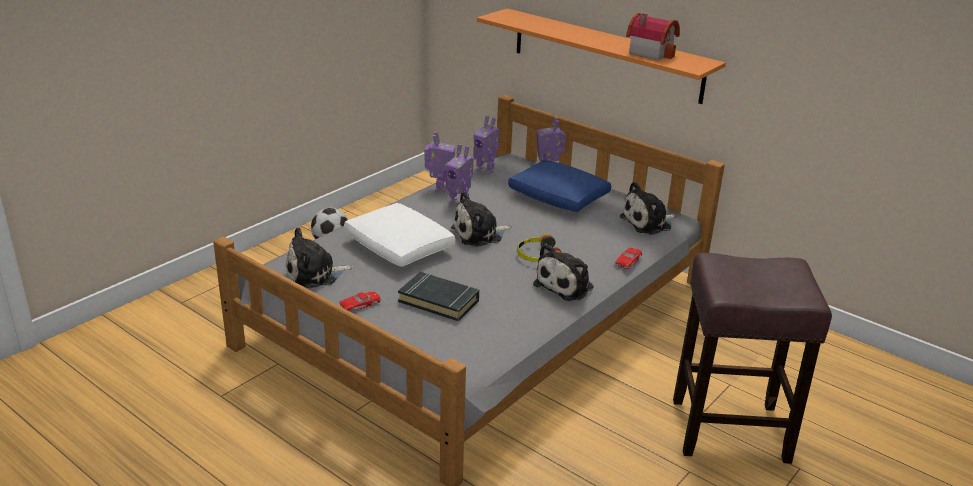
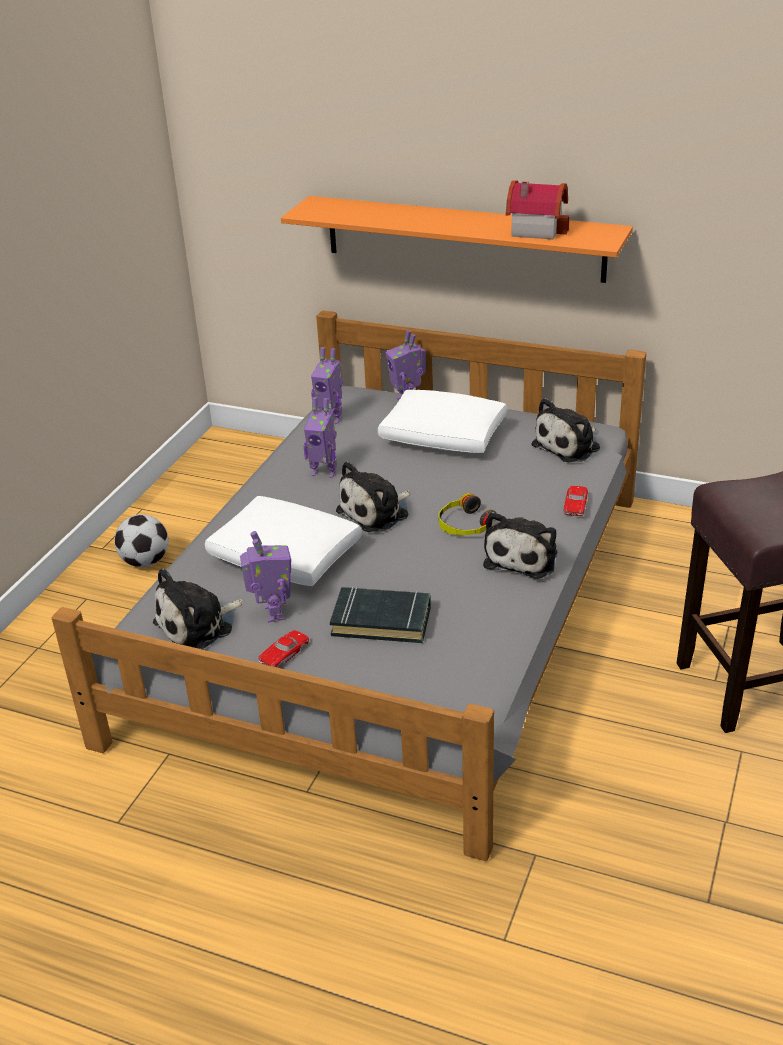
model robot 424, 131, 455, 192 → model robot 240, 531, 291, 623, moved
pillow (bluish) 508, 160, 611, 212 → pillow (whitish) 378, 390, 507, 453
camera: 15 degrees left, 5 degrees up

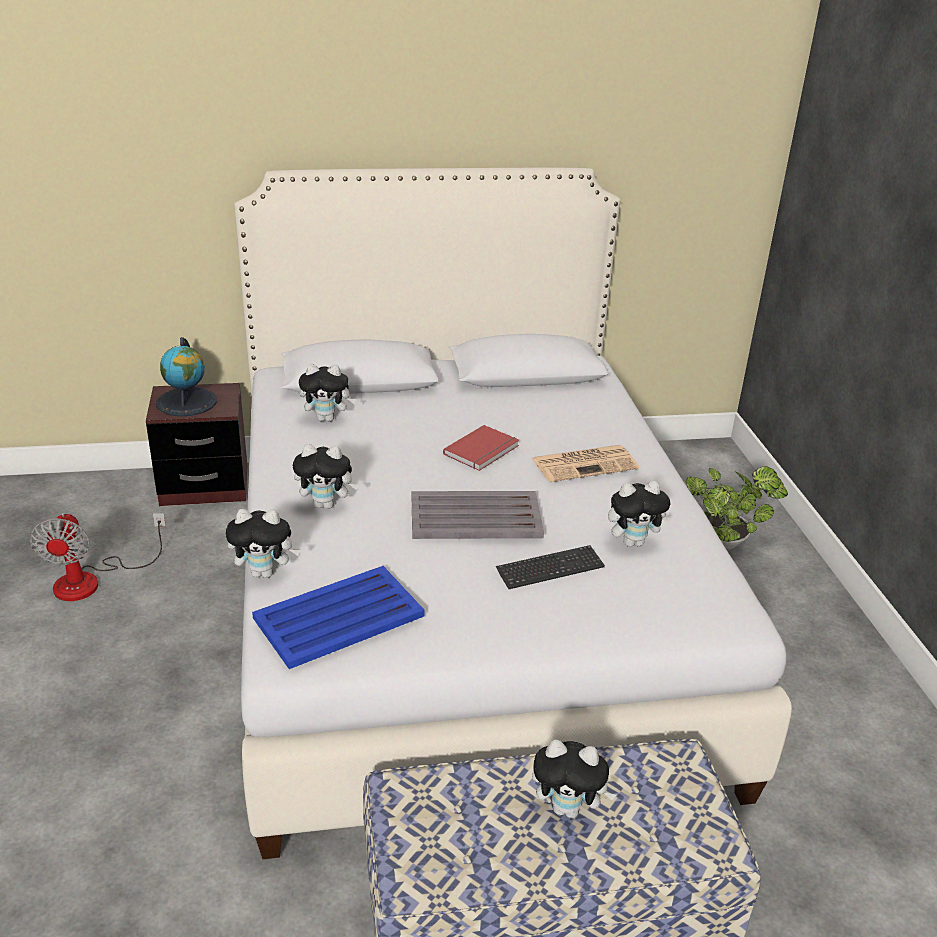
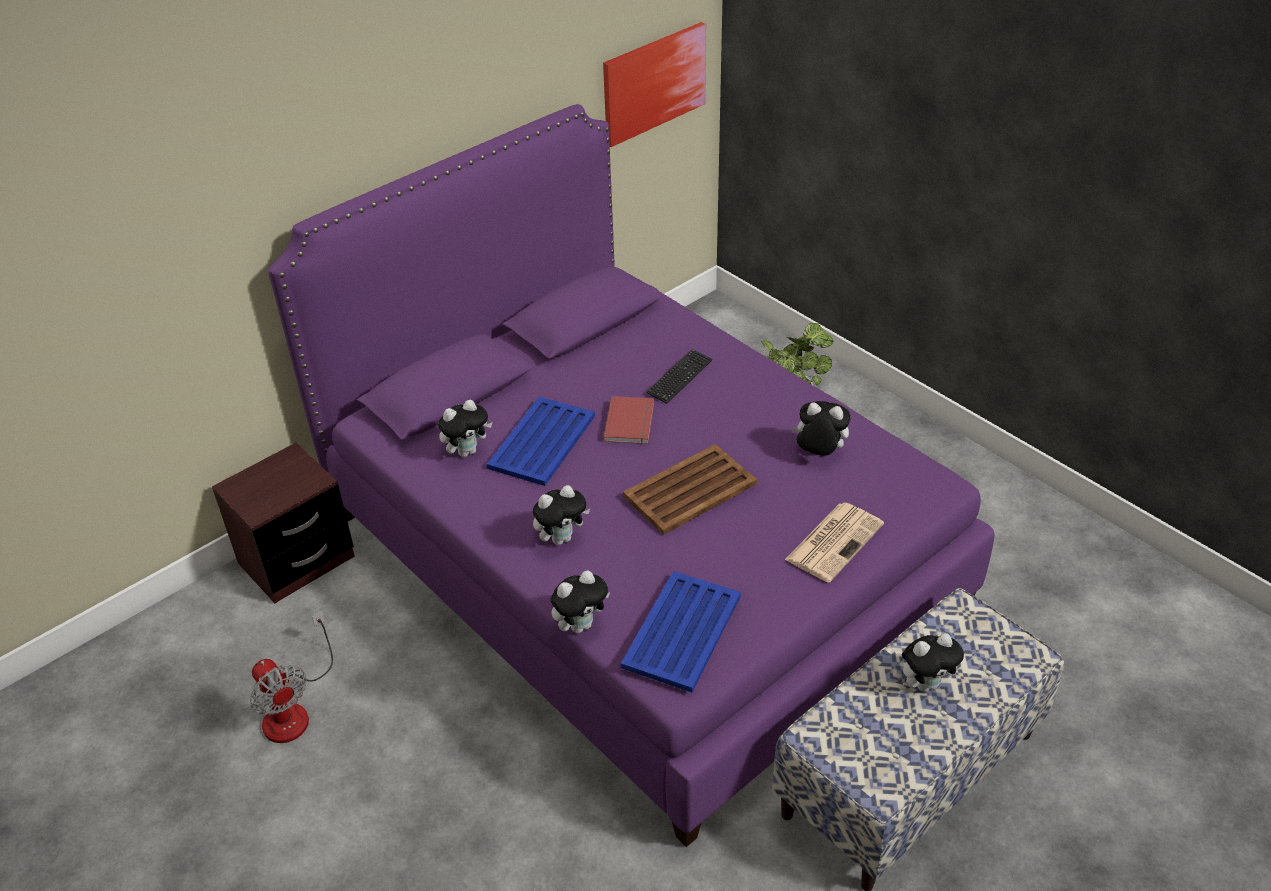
world globe 156, 337, 217, 417 → -
sleeping bed (whitish) 234, 168, 792, 859 → sleeping bed (purplish) 268, 104, 994, 847
carrying tray (grey) 412, 491, 544, 539 → carrying tray (brown-coloured) 623, 444, 757, 535
keyboard 496, 545, 605, 589 → keyboard 646, 349, 712, 404, moved
printed paper 532, 445, 639, 482 → printed paper 785, 502, 884, 583, moved
soft toy 608, 481, 672, 547 → soft toy 791, 401, 851, 456, 120 degrees counterclockwise
- → carrying tray (bluish) 487, 397, 595, 486
- → picture 603, 22, 706, 147
camera: 30 degrees left, 10 degrees up

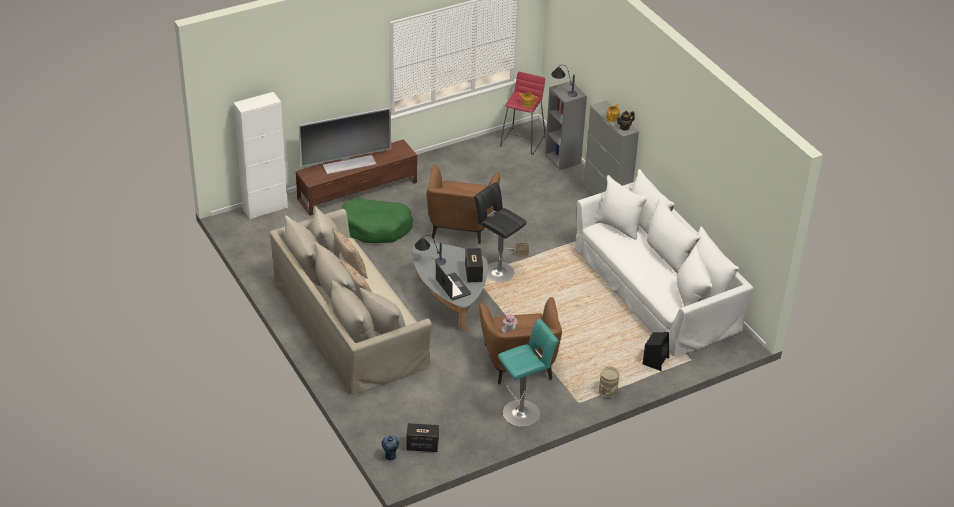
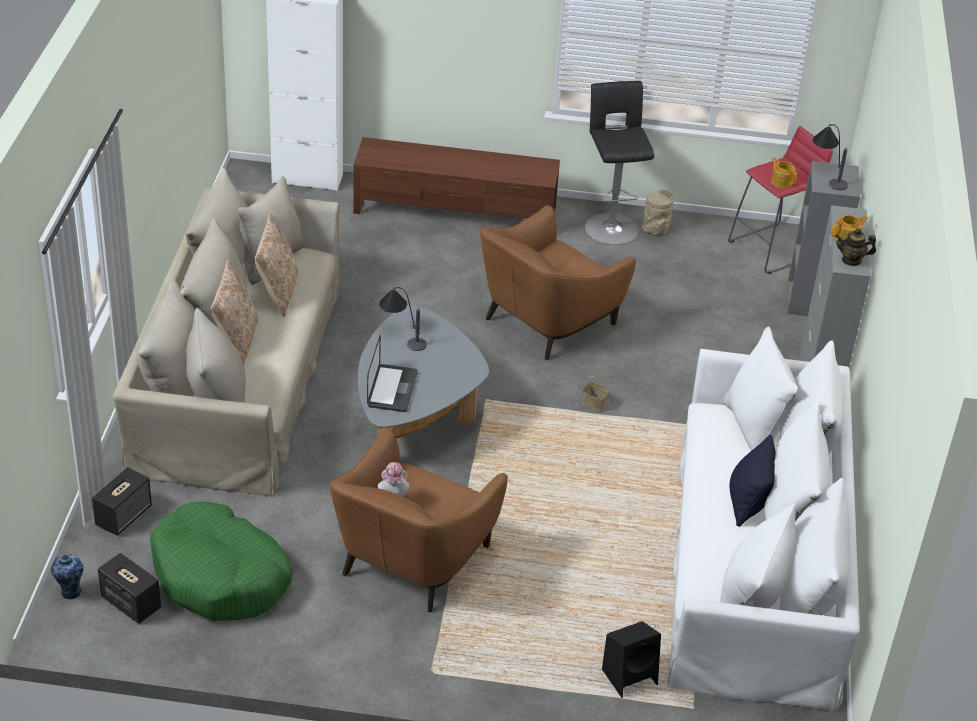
television 298, 108, 391, 174 → -
dog cushion (greenish) 342, 198, 413, 243 → dog cushion (greenish) 150, 502, 293, 621, moved
loudspeaker 465, 248, 483, 282 → loudspeaker 92, 467, 152, 536, moved
stool seat (black) 474, 182, 527, 282 → stool seat (black) 585, 81, 654, 245, moved
stool seat (blue-green) 498, 319, 559, 427 → -
flower vase (beige-coloured) 599, 366, 620, 398 → flower vase (beige-coloured) 642, 190, 674, 235, moved
- → pillow (black) 730, 435, 776, 527
camera: 35 degrees right, 0 degrees up

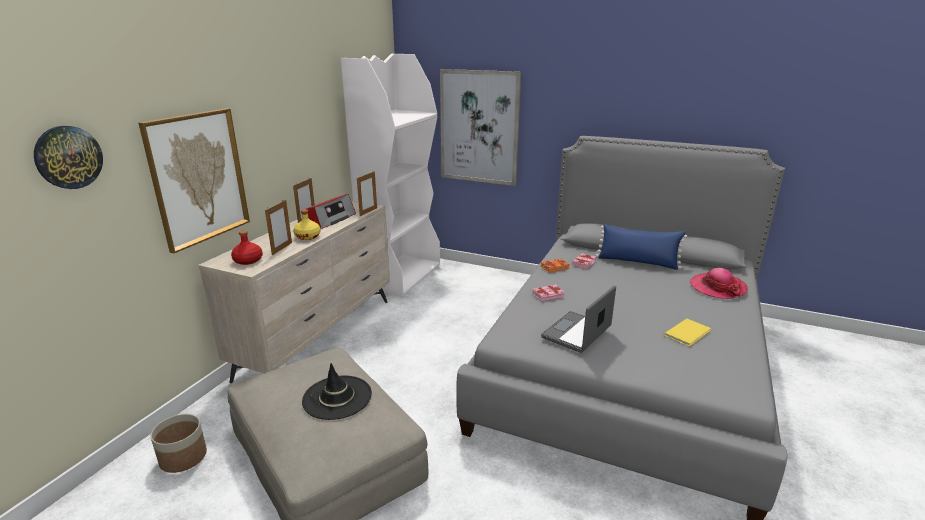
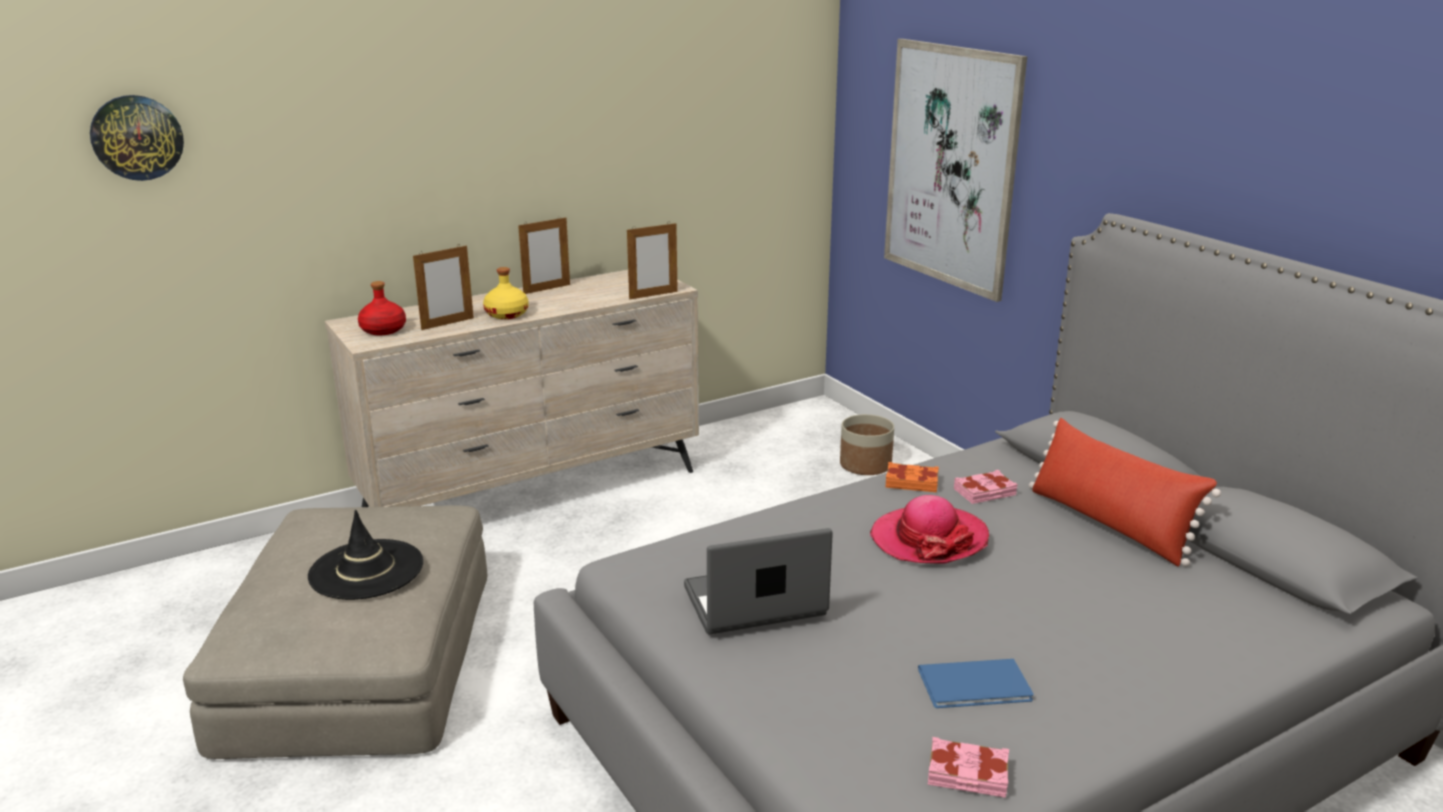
picture 138, 108, 250, 253 → -
plant pot 151, 414, 207, 473 → plant pot 840, 414, 894, 475, moved
radio set 306, 194, 356, 229 → -
shelving unit (whitish) 341, 54, 440, 297 → -
book (pink-coloured) 532, 284, 565, 301 → book (pink-coloured) 928, 737, 1009, 798, moved
pillow (bluish) 596, 224, 687, 270 → pillow (reddish) 1029, 418, 1221, 567
book (yellow-coloured) 664, 319, 711, 346 → book (bluish) 918, 659, 1034, 708
wearable hat 690, 268, 748, 299 → wearable hat 870, 495, 989, 564, moved
camera: 35 degrees right, 0 degrees up

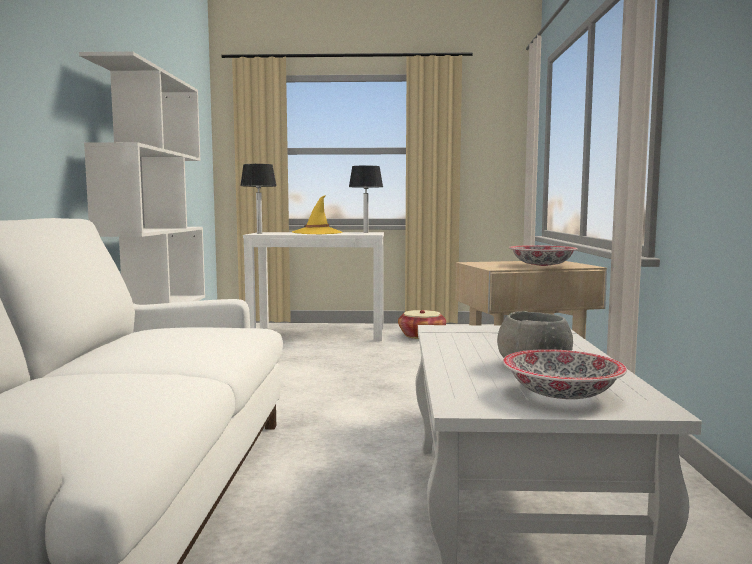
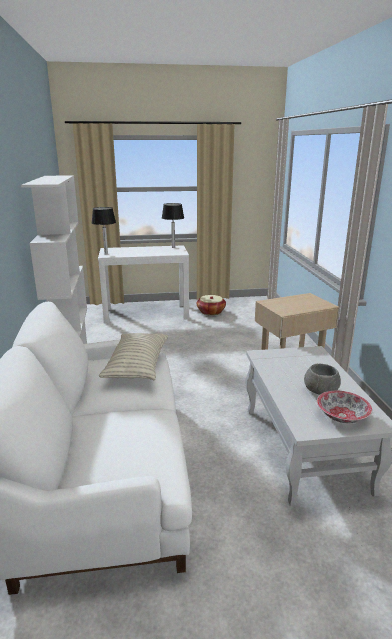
wearable hat (yellow-coloured) 292, 195, 342, 234 → -
bowl 509, 245, 578, 266 → -
- → pillow 99, 333, 168, 380
camera: 10 degrees left, 15 degrees up

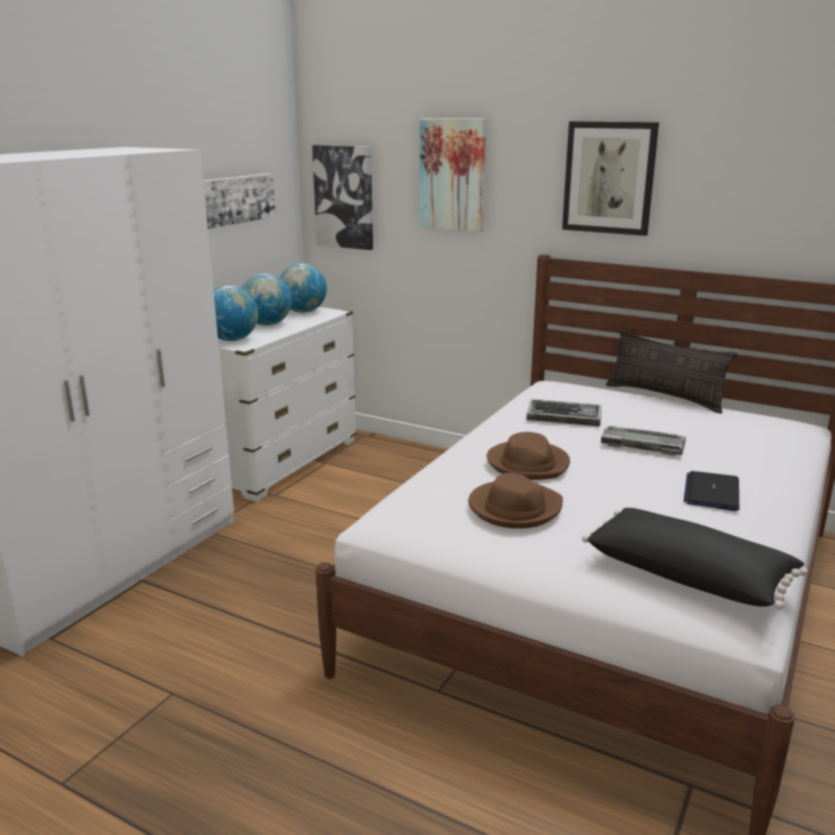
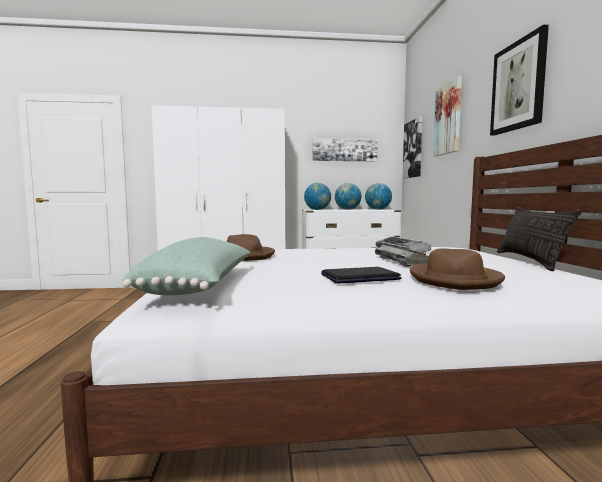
wearable hat (brown-coloured) 486, 432, 570, 480 → wearable hat (brown-coloured) 409, 248, 505, 290, moved
pillow (black) 582, 508, 808, 610 → pillow (greenish) 123, 237, 251, 295
camera: 55 degrees right, 15 degrees down

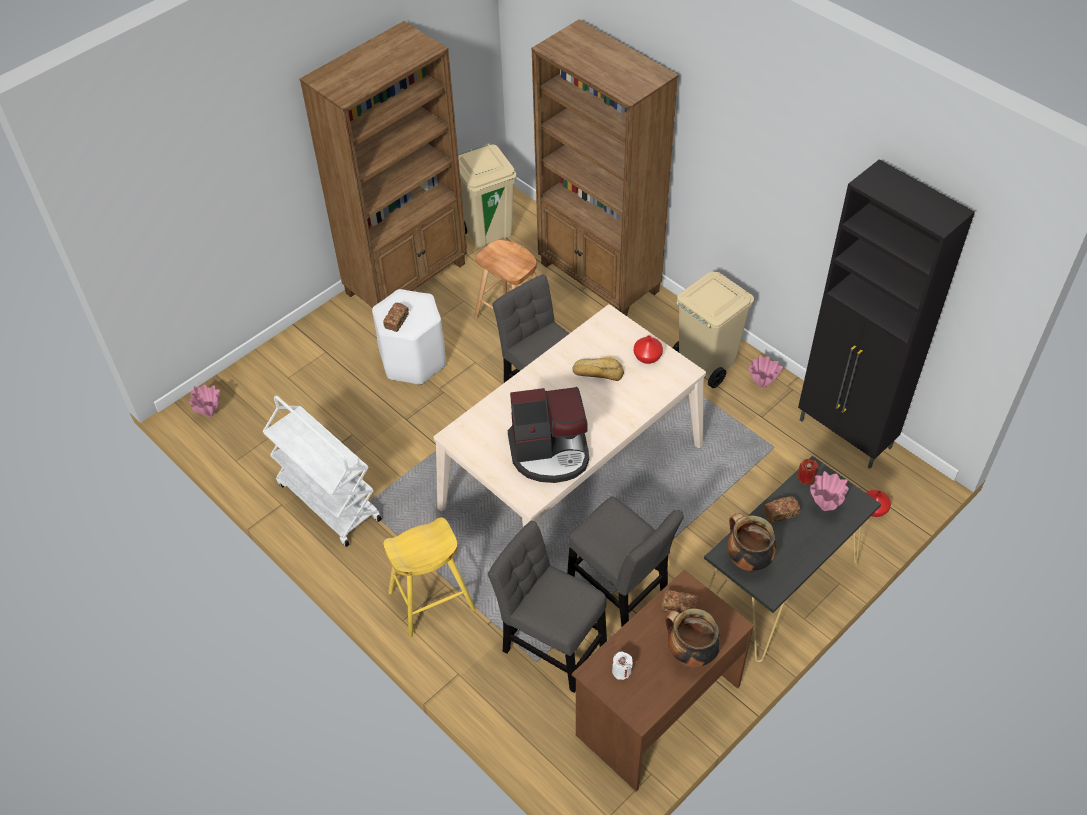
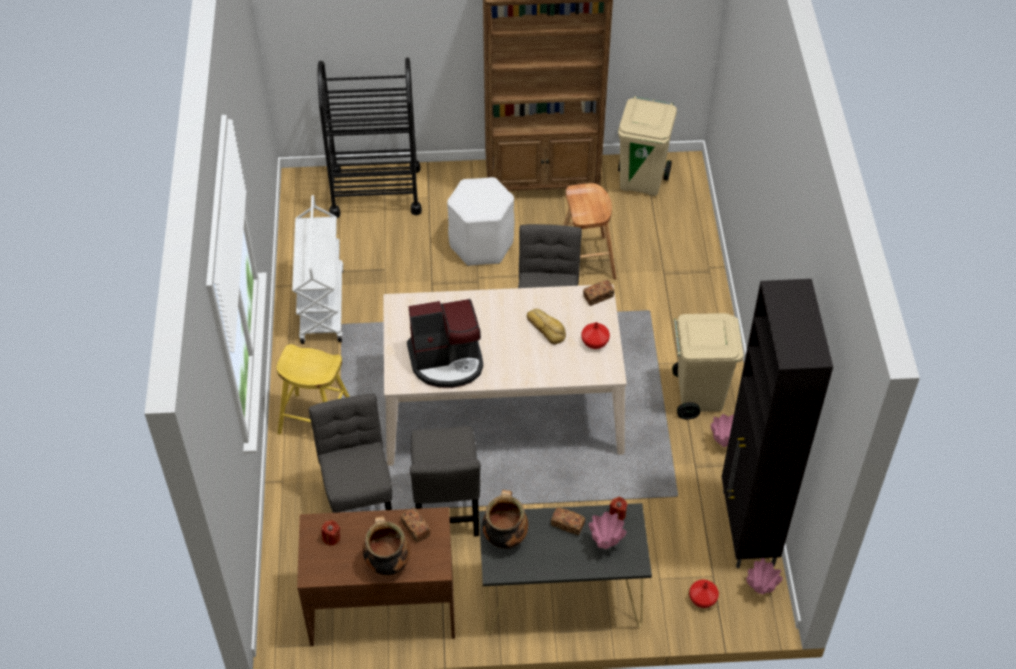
flower vase (pink-coloured) 189, 385, 220, 417 → flower vase (pink-coloured) 747, 558, 783, 594, moved
bakery bread 383, 302, 409, 332 → bakery bread 583, 280, 614, 306, moved
coffee maker 508, 387, 589, 483 → coffee maker 407, 299, 483, 388, 45 degrees counterclockwise
shelving unit (brown-coloured) 532, 19, 678, 316 → -
candle (whitish) 612, 652, 633, 680 → candle (reddish) 321, 520, 340, 545
- → trolley (black) 318, 57, 422, 218
camera: 40 degrees right, 0 degrees up

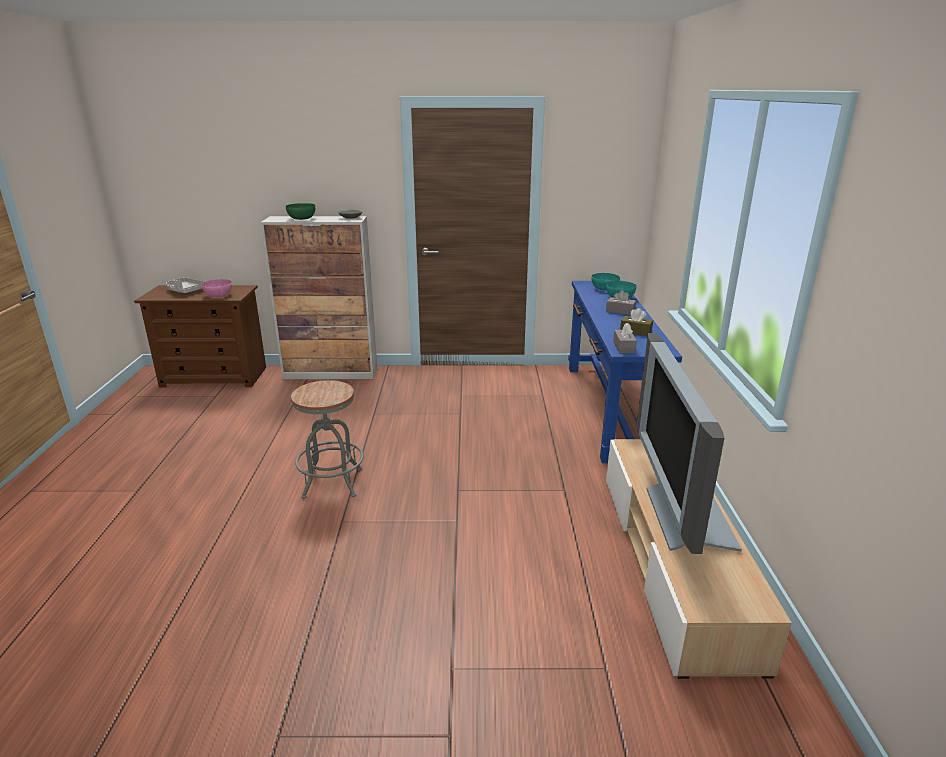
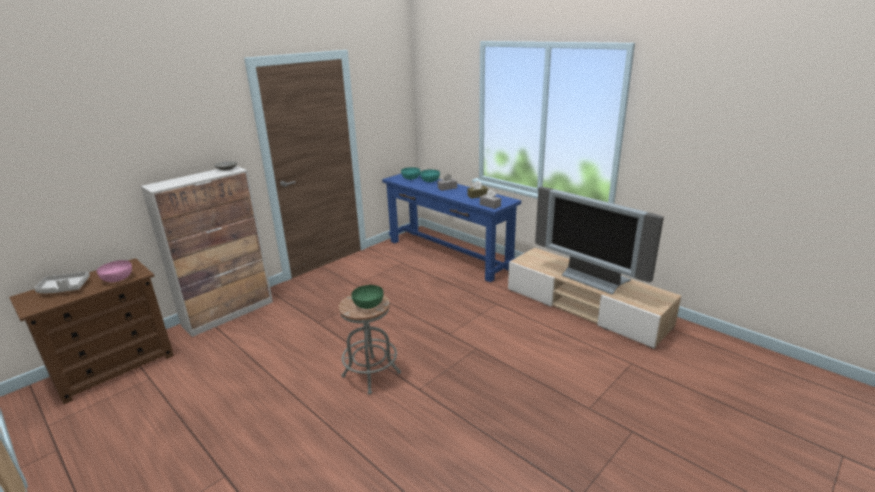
bowl (greenish) 286, 203, 315, 220 → bowl (greenish) 352, 285, 384, 309, moved
camera: 45 degrees left, 0 degrees up

